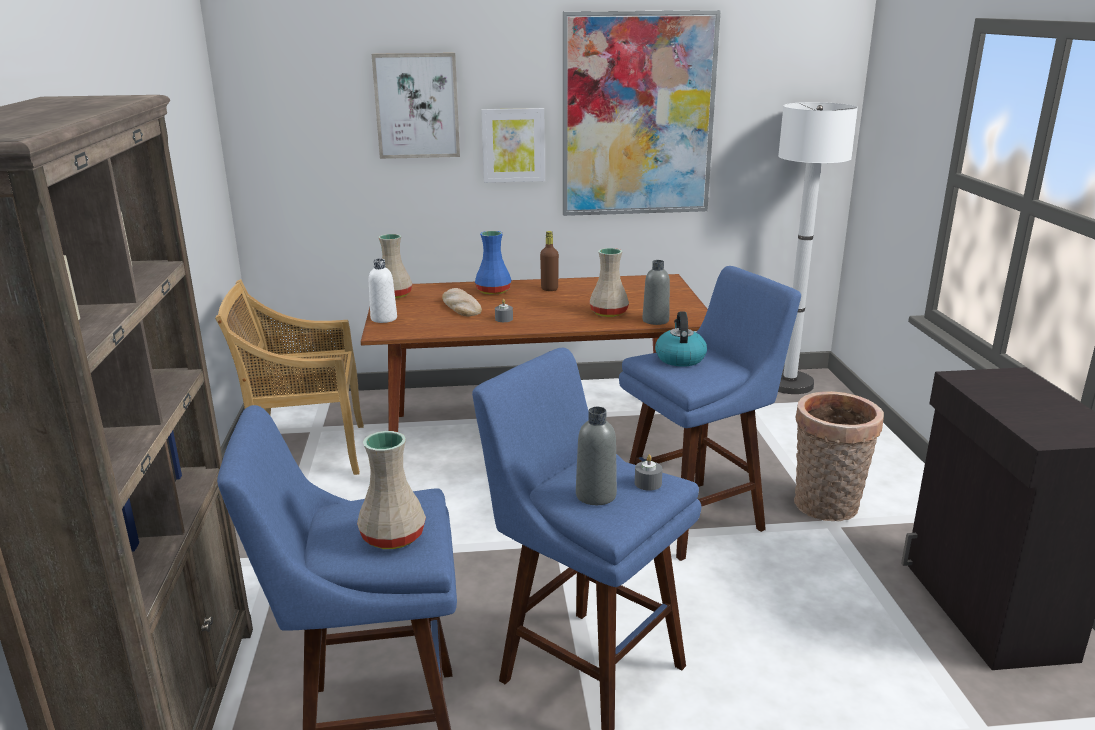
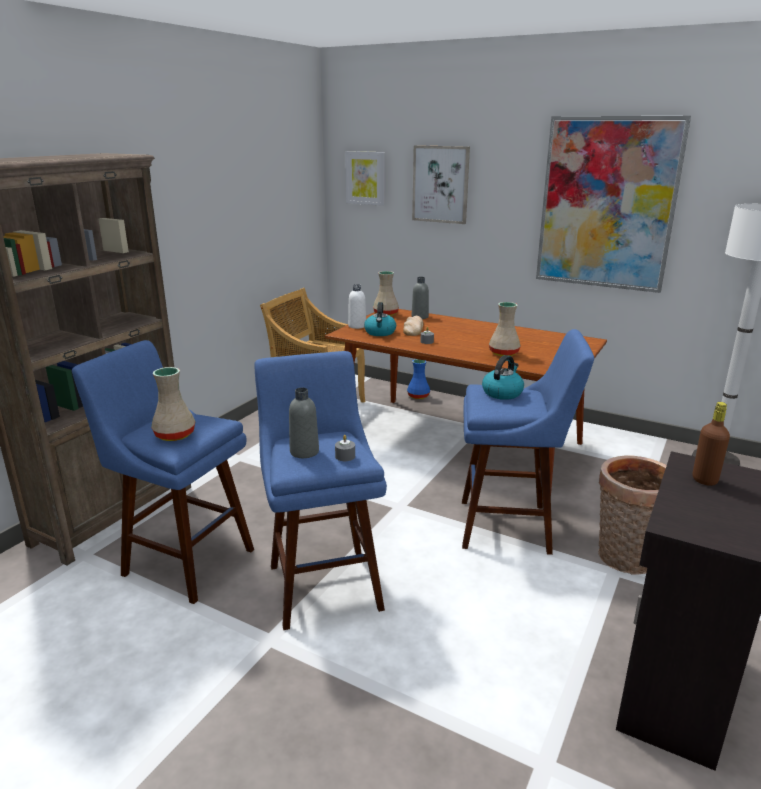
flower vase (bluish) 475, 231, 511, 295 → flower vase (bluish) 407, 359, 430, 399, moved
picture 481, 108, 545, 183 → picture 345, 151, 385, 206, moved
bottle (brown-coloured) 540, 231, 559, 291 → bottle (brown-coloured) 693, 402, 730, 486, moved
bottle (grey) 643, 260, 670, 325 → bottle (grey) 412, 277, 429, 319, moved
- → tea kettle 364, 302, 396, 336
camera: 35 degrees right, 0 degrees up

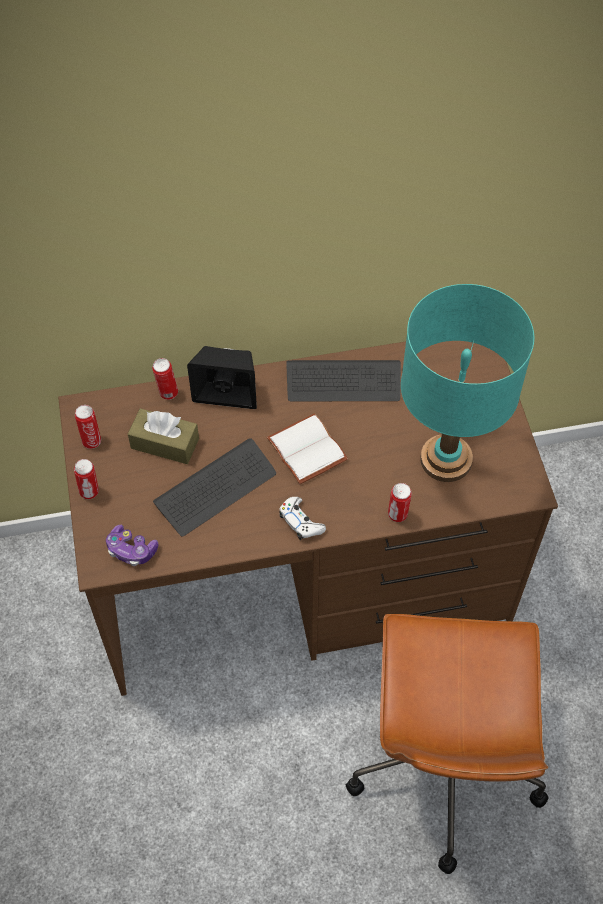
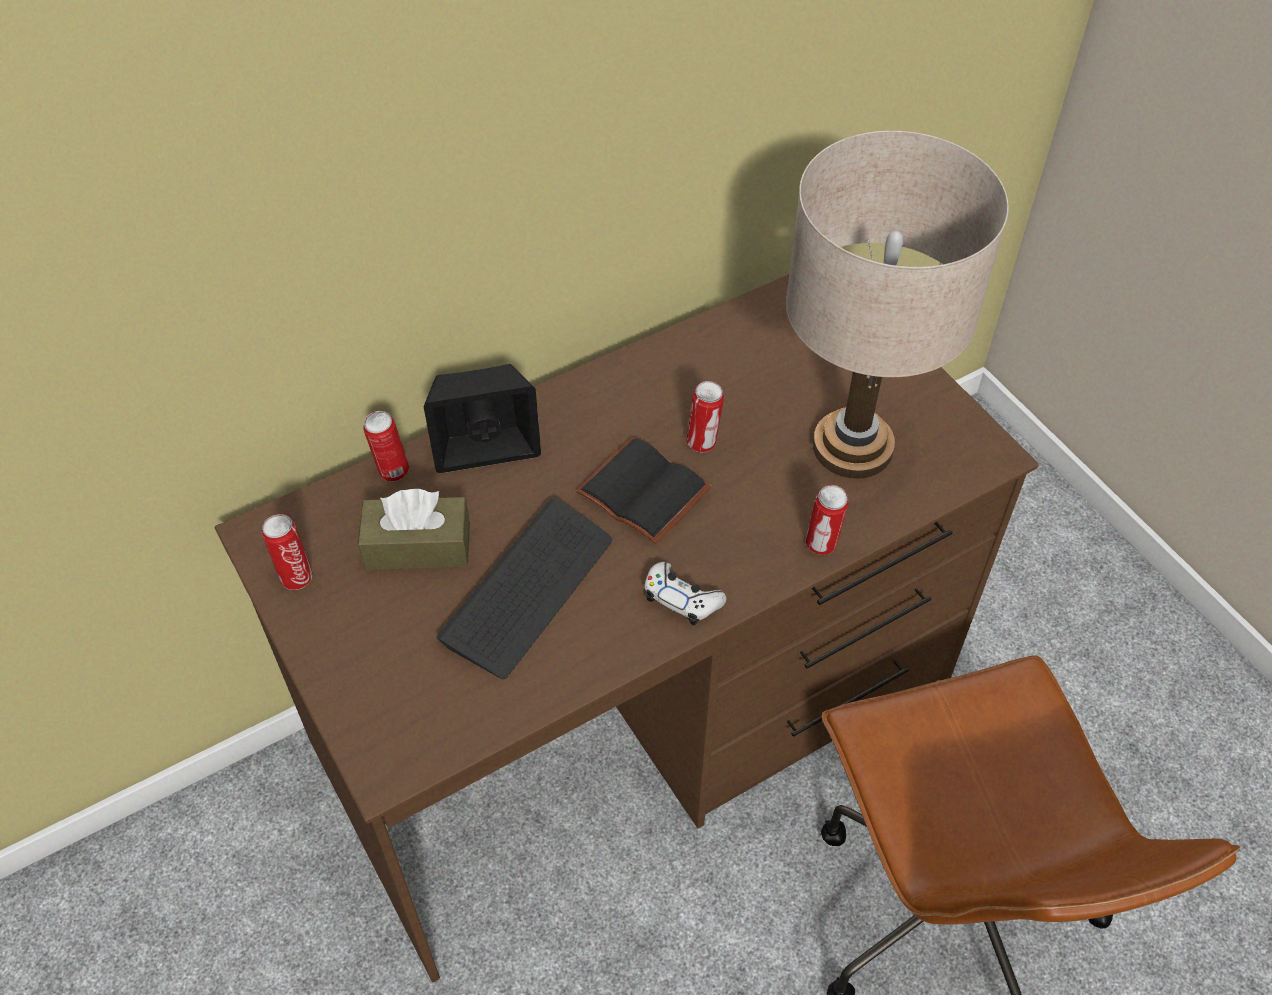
can 74, 459, 99, 499 → can 686, 381, 724, 453, moved
joypad 106, 524, 158, 566 → -
book (whitish) 267, 413, 348, 484 → book (black) 575, 437, 712, 544
keyboard 286, 360, 401, 401 → -
tabletop lamp (blue-green) 401, 284, 534, 482 → tabletop lamp (beige-coloured) 786, 131, 1009, 478
camera: 20 degrees left, 5 degrees down

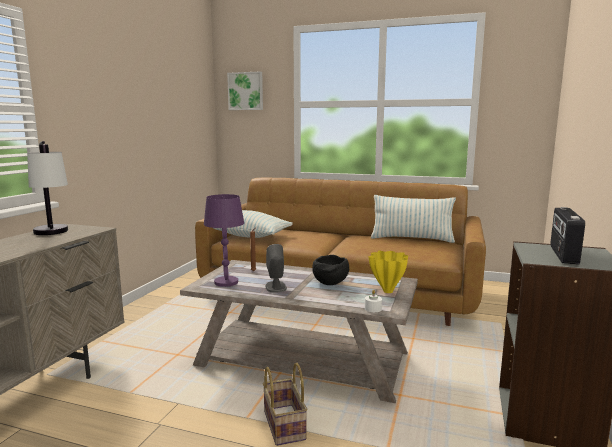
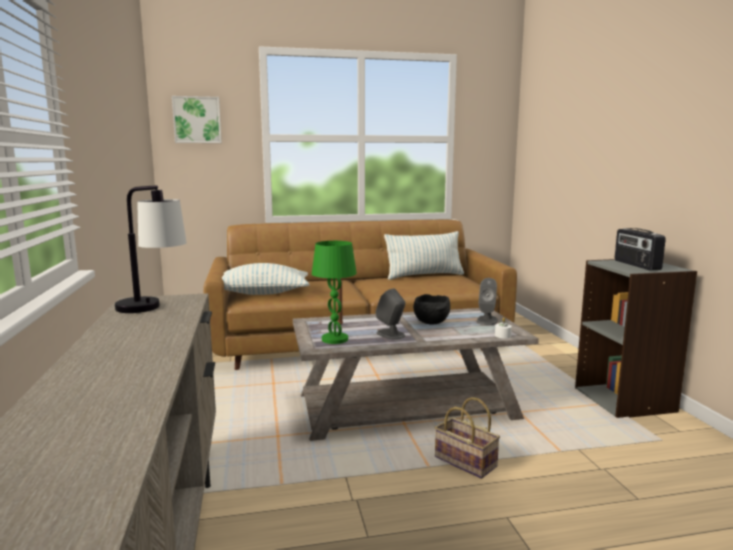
tabletop lamp (purplish) 204, 194, 244, 287 → tabletop lamp (greenish) 312, 241, 357, 344
flower vase (yellow-coloured) 369, 251, 408, 293 → loudspeaker (grey) 477, 278, 498, 325
camera: 30 degrees left, 0 degrees up

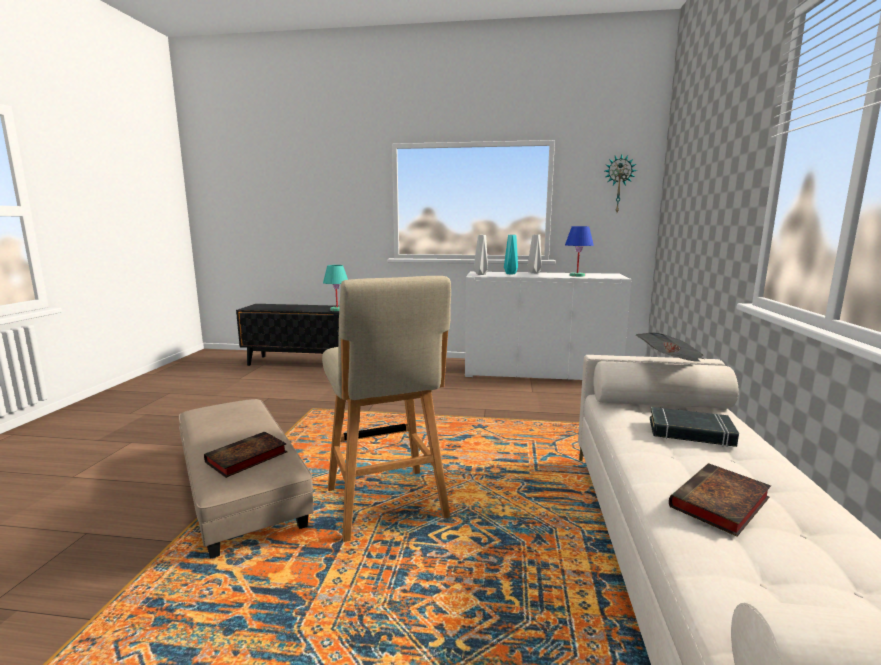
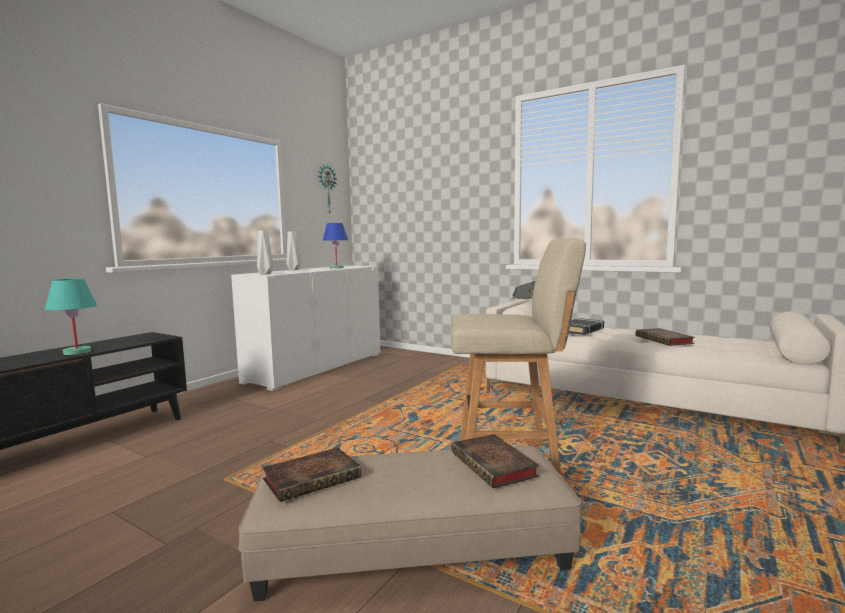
flower vase (blue-green) 504, 235, 518, 274 → -
- → book 262, 448, 361, 502
camera: 65 degrees left, 5 degrees down

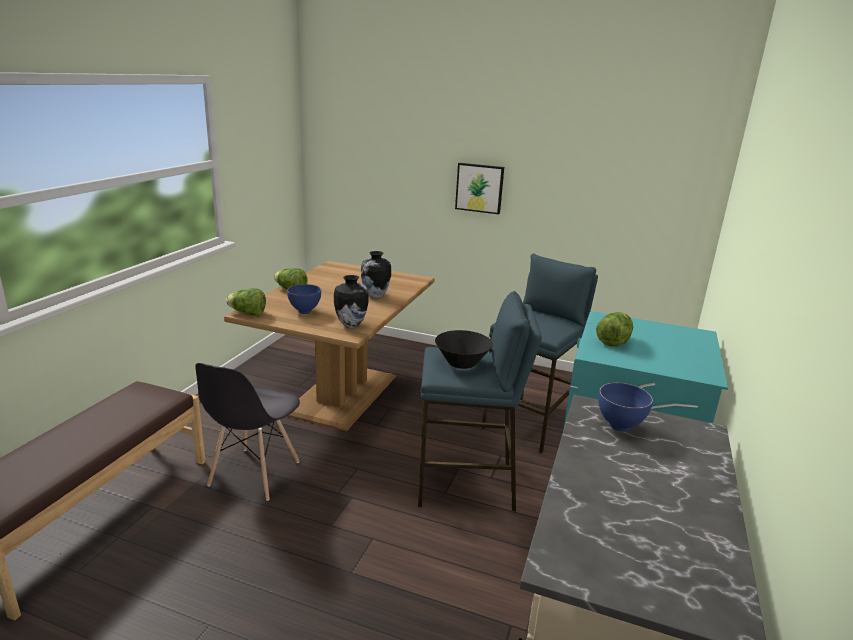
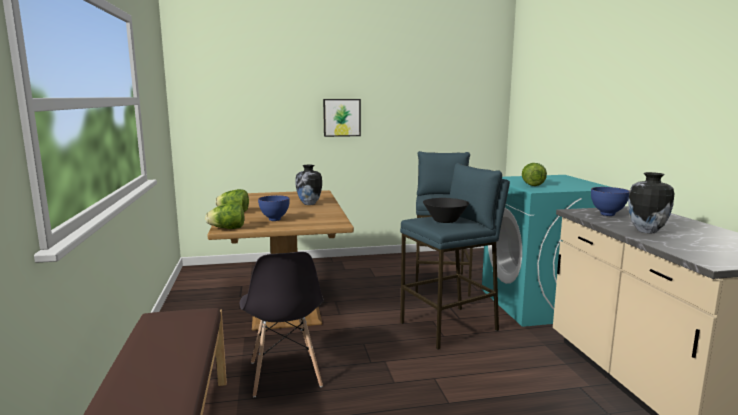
flower vase 334, 275, 369, 328 → flower vase 628, 172, 674, 233, moved
camera: 30 degrees left, 10 degrees down

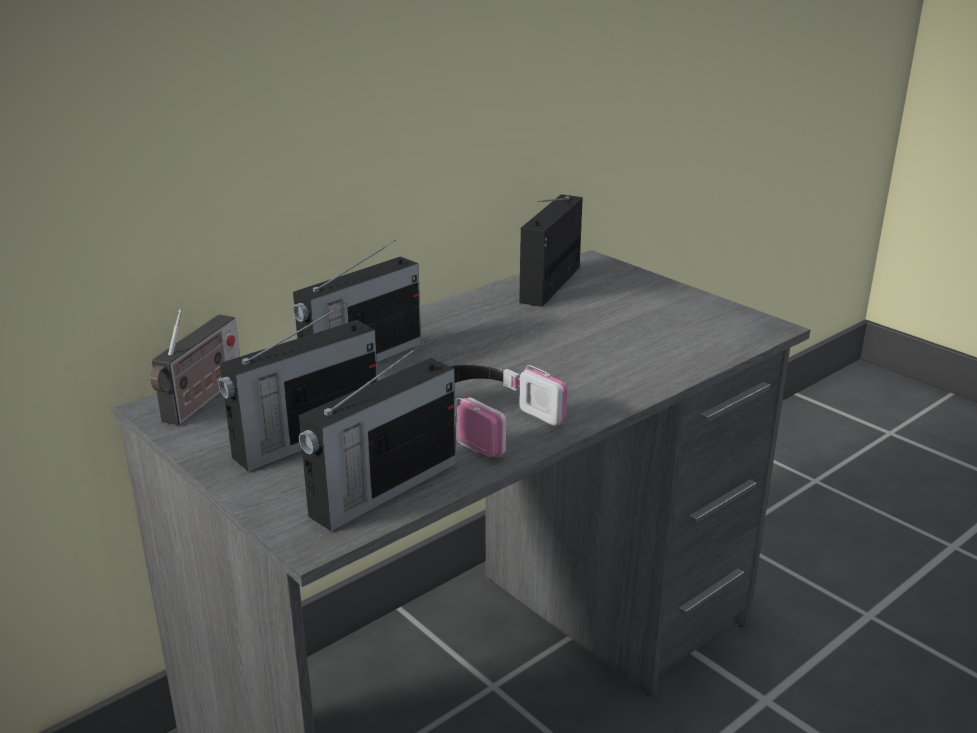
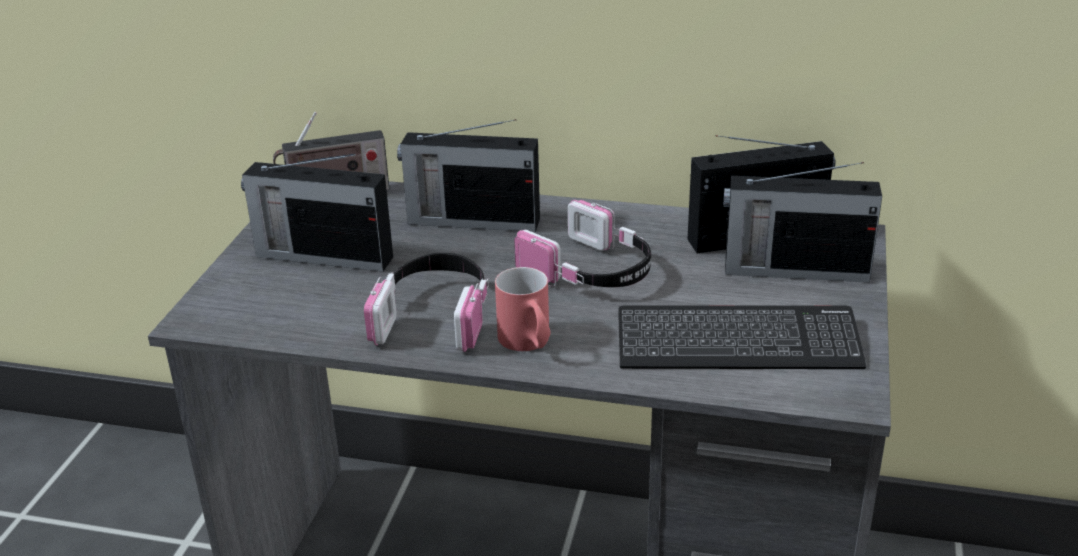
radio set 299, 341, 456, 531 → radio set 723, 162, 882, 282, moved
- → coffee mug (reddish) 495, 267, 551, 351
- → headset 514, 200, 651, 287
- → keyboard 618, 305, 866, 369
camera: 55 degrees right, 5 degrees up

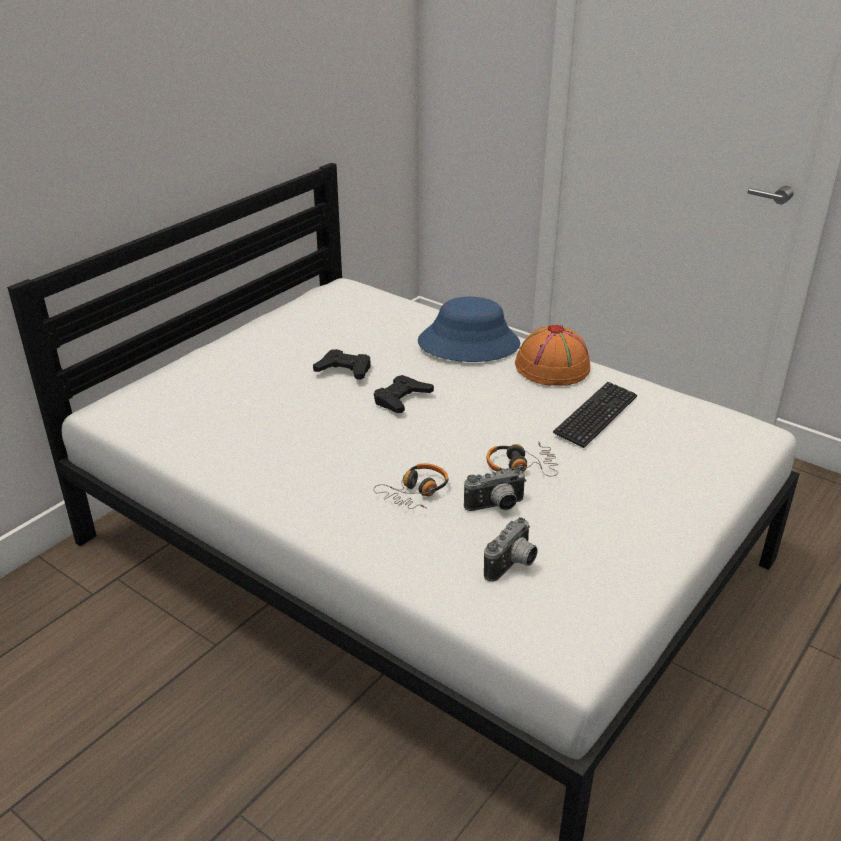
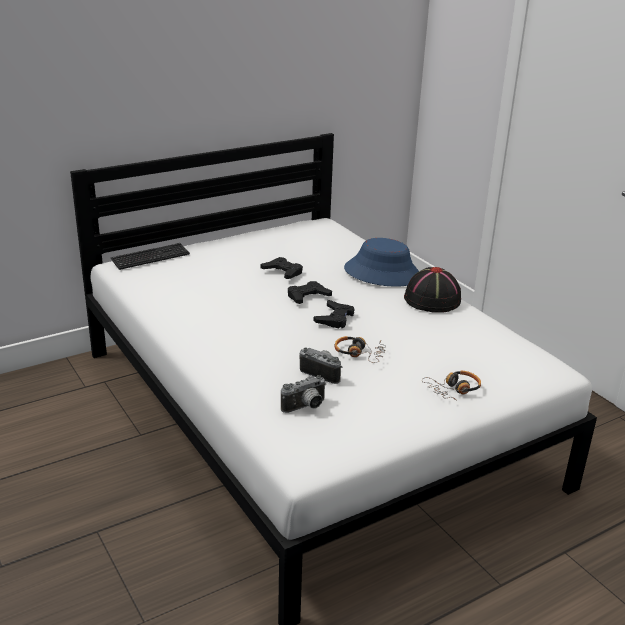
headset 373, 463, 448, 509 → headset 422, 371, 481, 401, moved
still camera 464, 468, 527, 511 → still camera 299, 348, 342, 384, 150 degrees counterclockwise
wearable hat (orange) 515, 325, 590, 386 → wearable hat (black) 404, 267, 461, 313
keyboard 553, 382, 637, 448 → keyboard 111, 243, 190, 270, moved
- → joypad (black) 314, 300, 354, 328
camera: 20 degrees right, 5 degrees down

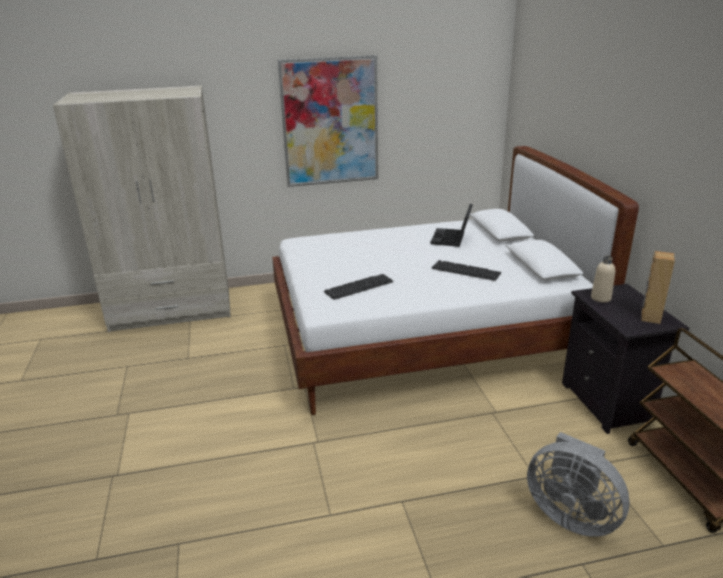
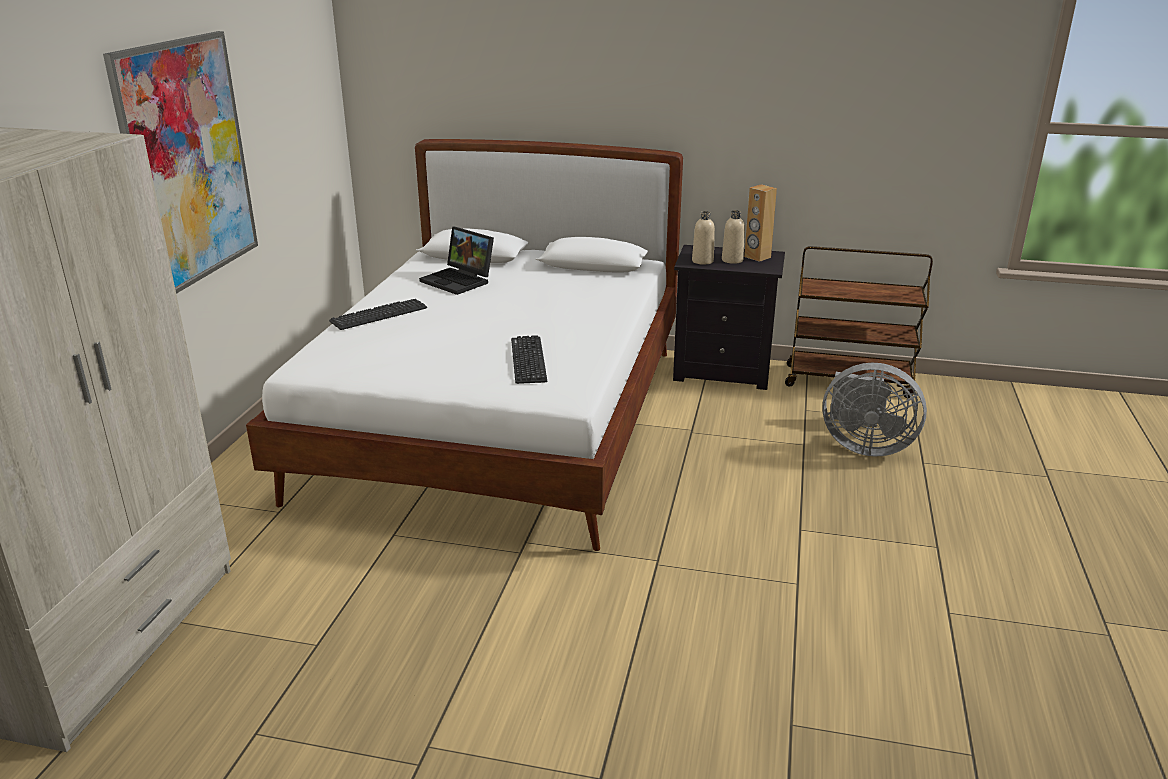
keyboard 431, 260, 501, 281 → keyboard 329, 299, 427, 330, moved
cooling fan (grey) 527, 432, 630, 537 → cooling fan (grey) 823, 363, 927, 456, 45 degrees clockwise
- → bottle (beige-coloured) 722, 210, 745, 264
camera: 65 degrees left, 0 degrees up

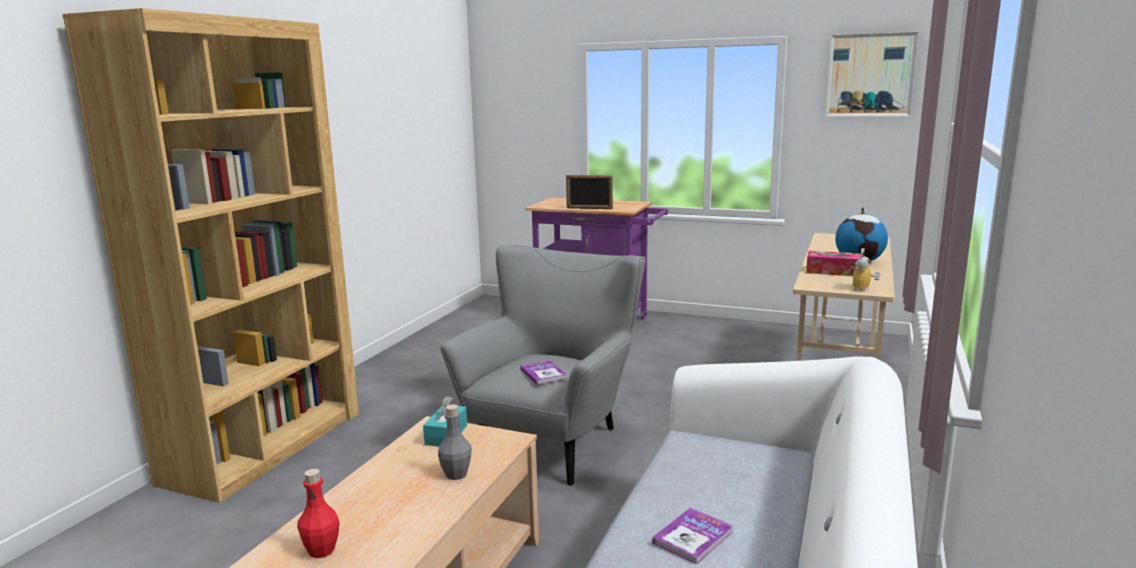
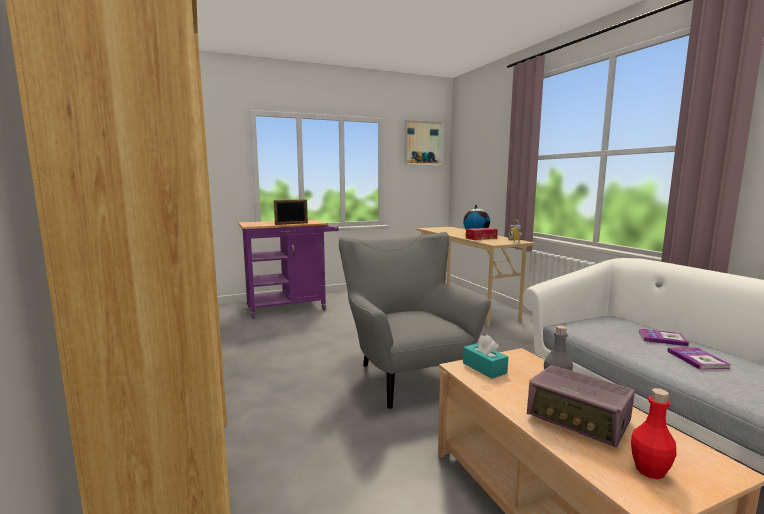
book 520, 360, 567, 385 → book 639, 328, 689, 346, moved
- → radio set 527, 365, 635, 448
camera: 45 degrees left, 5 degrees down

